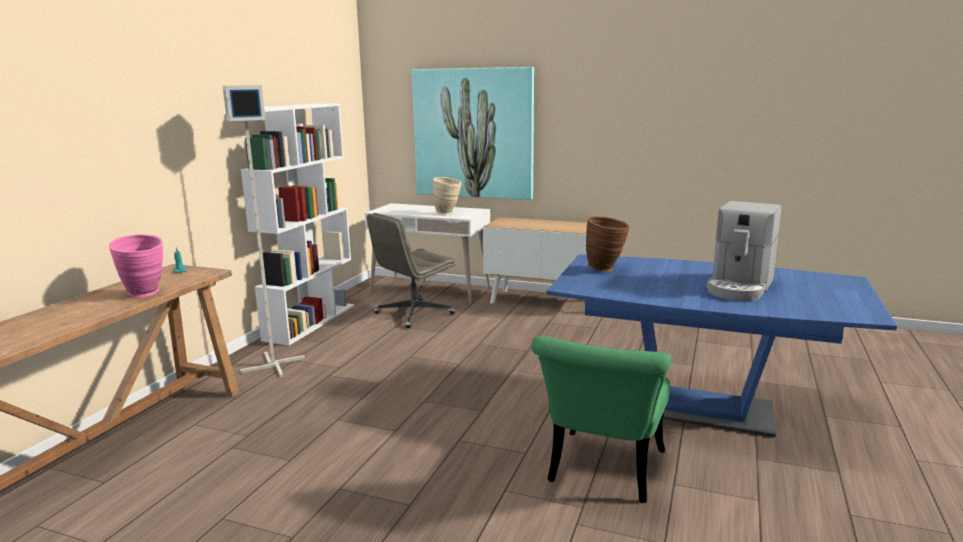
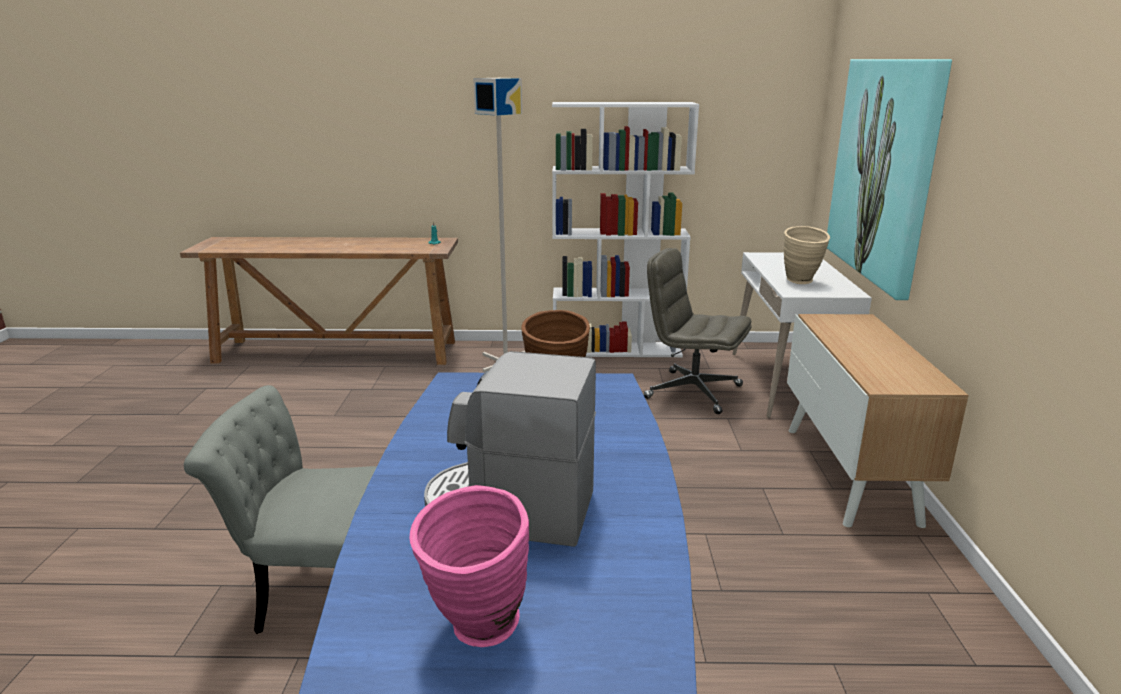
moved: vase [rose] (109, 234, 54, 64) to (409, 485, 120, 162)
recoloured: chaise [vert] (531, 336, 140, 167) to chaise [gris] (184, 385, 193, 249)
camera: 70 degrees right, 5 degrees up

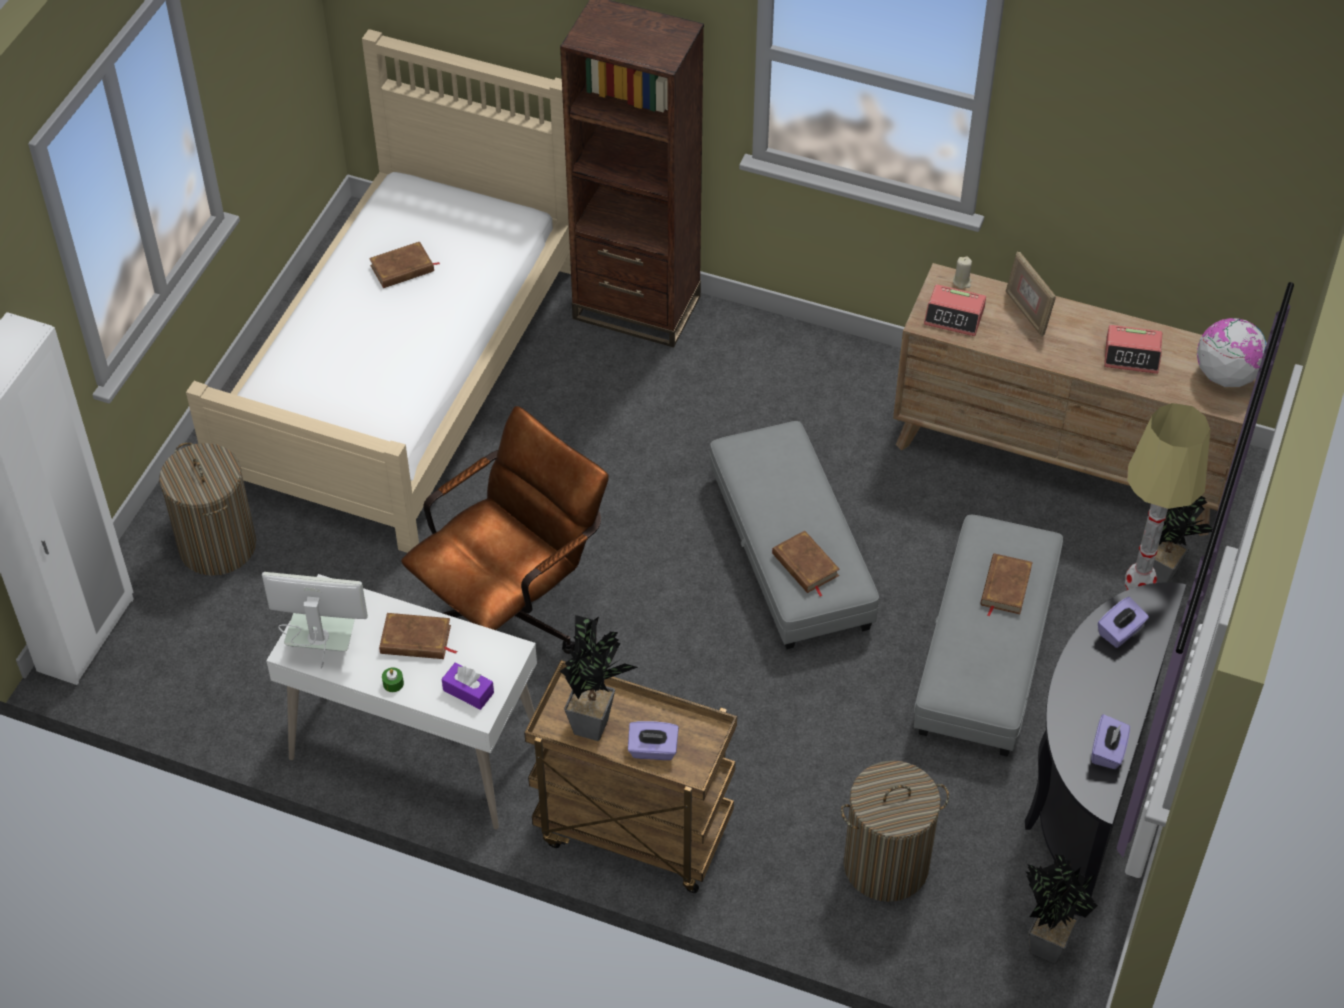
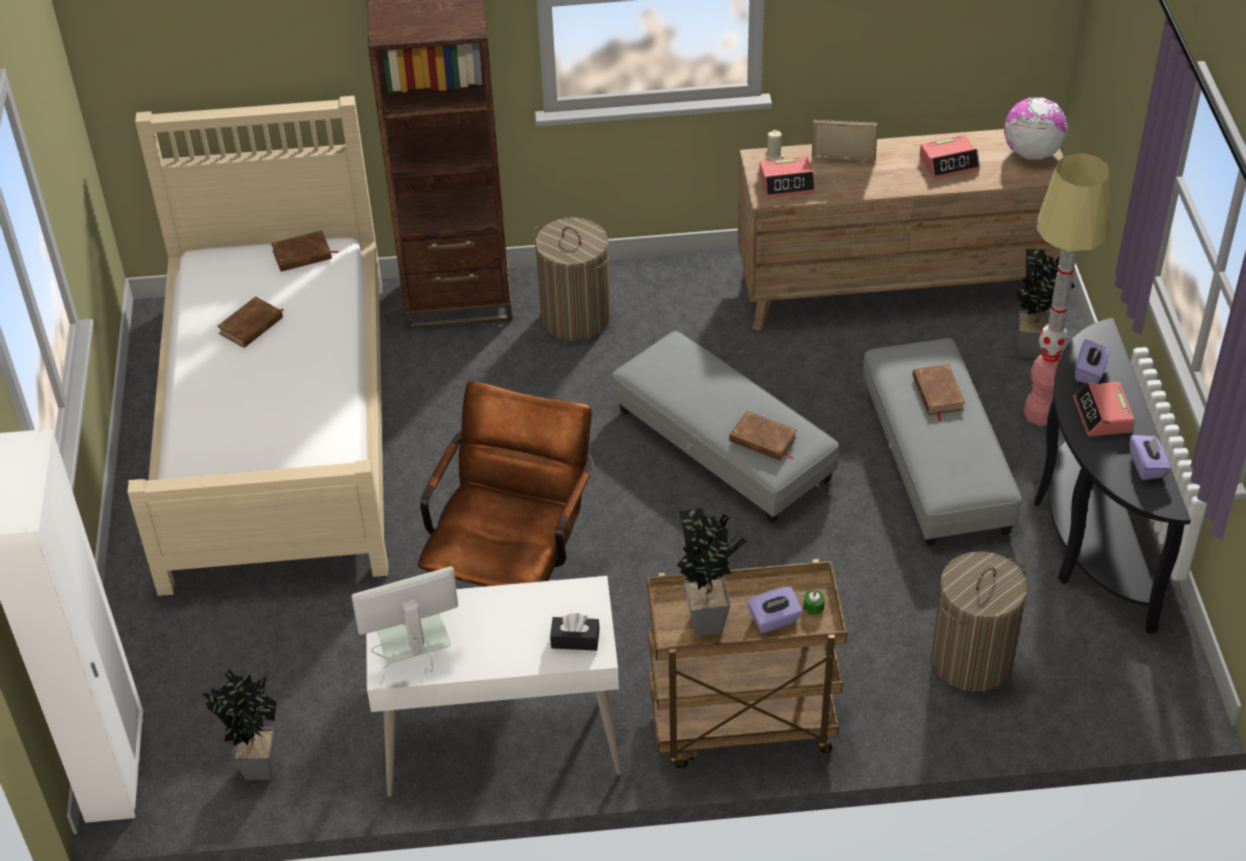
added: réveil (1073, 382, 62, 54)
moved: plante en pot (1026, 855, 72, 109) to (202, 670, 74, 110); livre [marron] (379, 613, 78, 46) to (271, 231, 68, 41); panier à linge (159, 442, 97, 134) to (533, 217, 77, 124); bougie [vert] (382, 667, 22, 25) to (803, 590, 22, 25)
recoloured: boîte à mouchoirs [violet] (442, 662, 52, 48) to boîte à mouchoirs [noir] (550, 613, 50, 38)
turned: cadre photo (1006, 251, 50, 86) = (812, 120, 66, 42) 150 degrees clockwise
camera: 25 degrees left, 5 degrees down

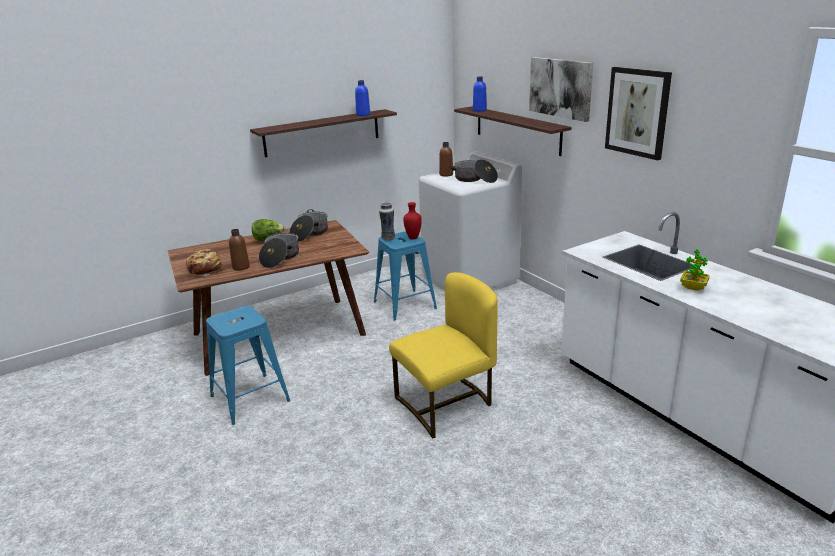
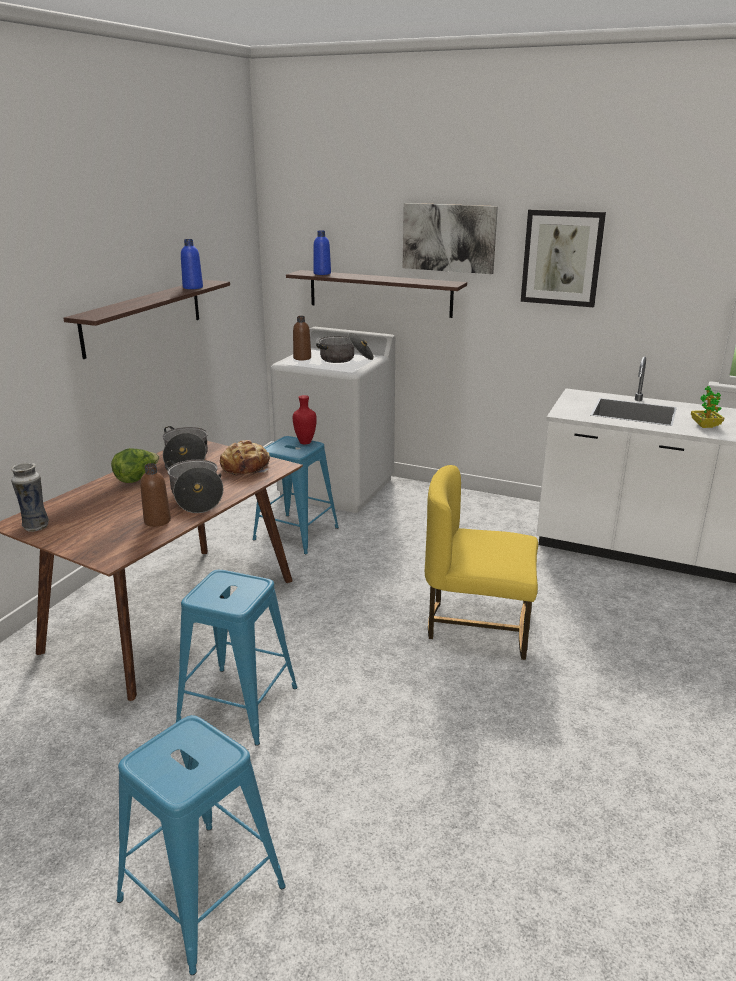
added: tabouret [bleu] (116, 715, 170, 260)
moved: vase (379, 202, 16, 39) to (11, 463, 38, 69); pain (186, 249, 36, 27) to (220, 440, 50, 36)
turned: chaise [jaune] (389, 272, 109, 166) = (425, 465, 113, 195) 105 degrees counterclockwise
camera: 35 degrees left, 0 degrees up

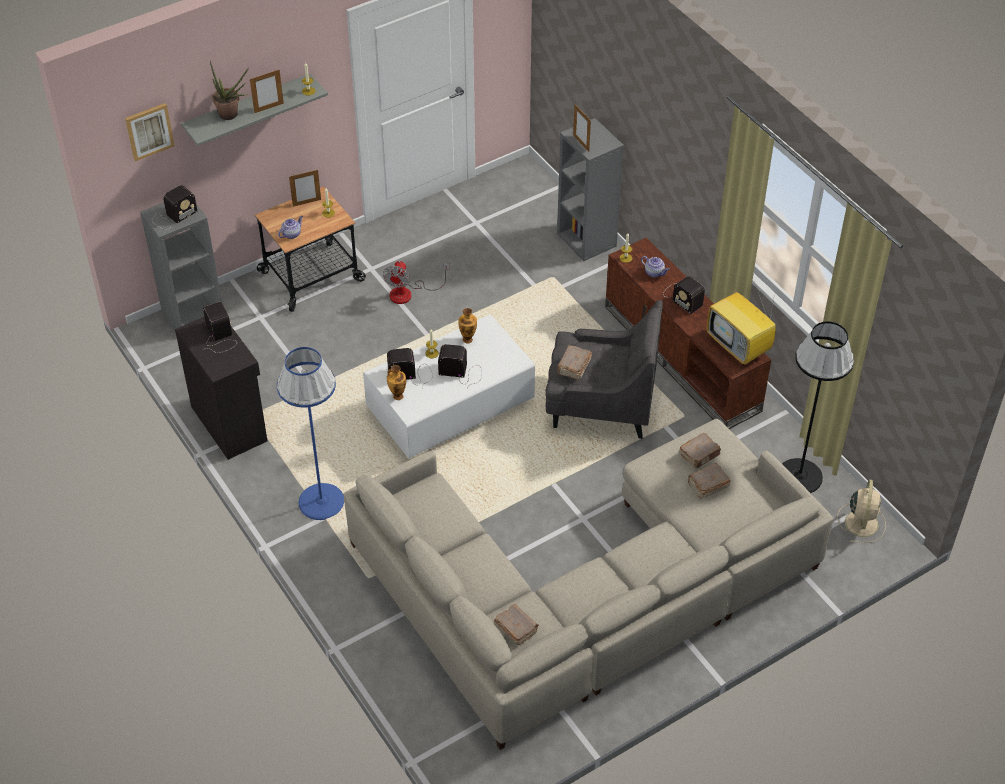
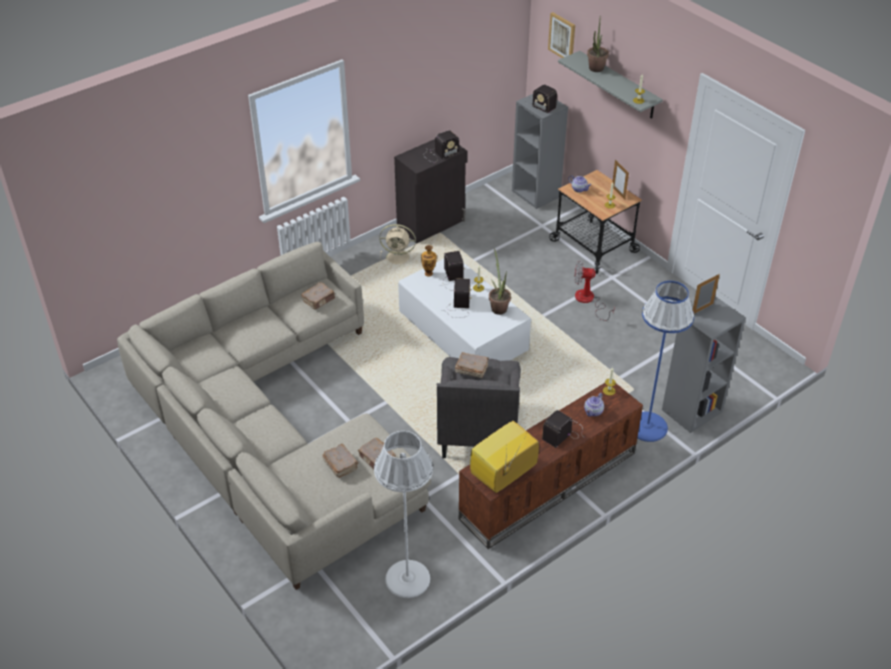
removed: cadre photo (250, 70, 34, 43)
moved: livre [marron] (494, 604, 45, 41) to (301, 282, 34, 27); ventilateur [beige] (837, 479, 49, 64) to (379, 224, 37, 40); lampadaire [bleu] (277, 347, 67, 173) to (637, 281, 57, 161)
replaced: vase (458, 308, 19, 35) to plante en pot (489, 248, 22, 67)
recoloured: lampadaire [noir] (782, 321, 72, 172) to lampadaire [blanc] (374, 431, 59, 167)
camera: 85 degrees right, 5 degrees down

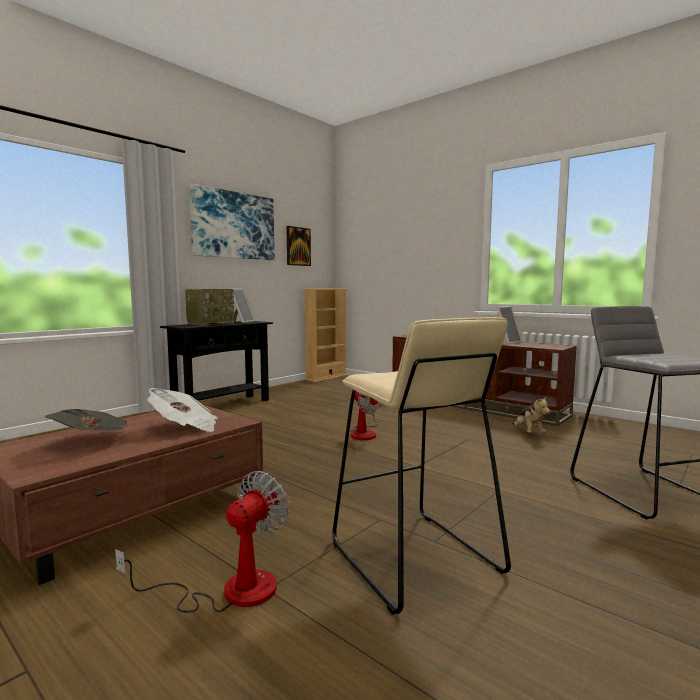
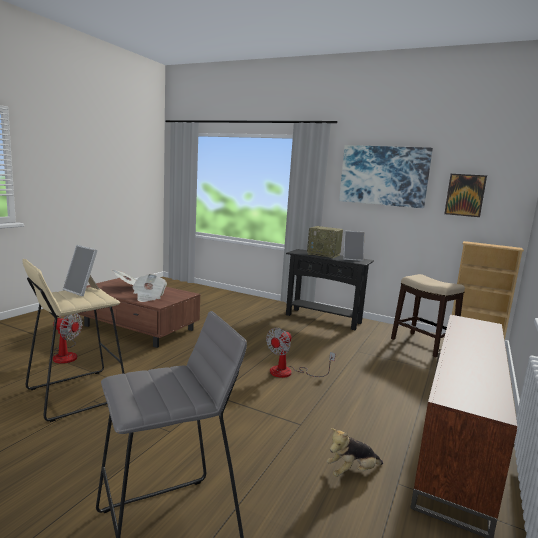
added: tabouret (391, 274, 74, 84)
moved: cadre photo (497, 306, 25, 38) to (63, 245, 37, 51)
camera: 75 degrees right, 5 degrees up

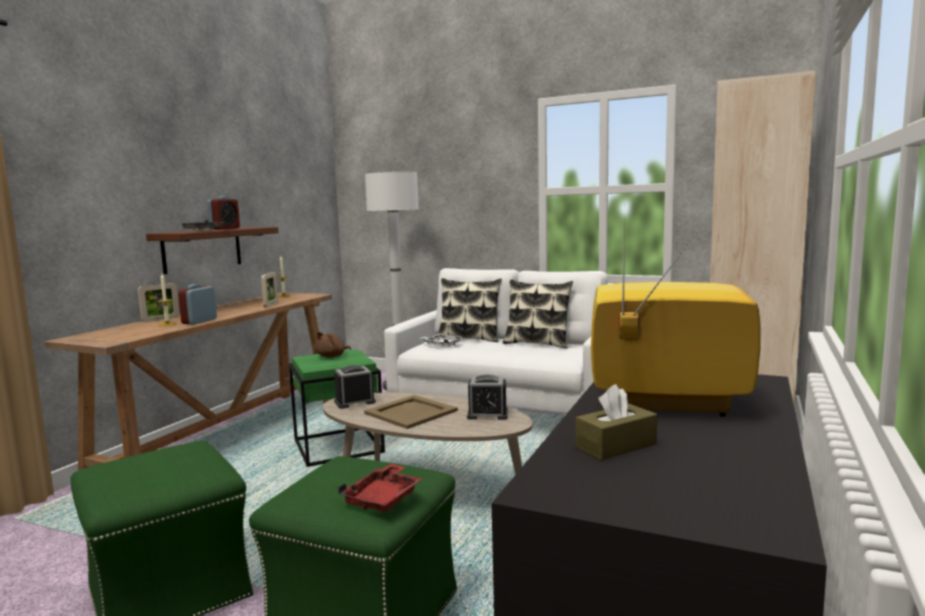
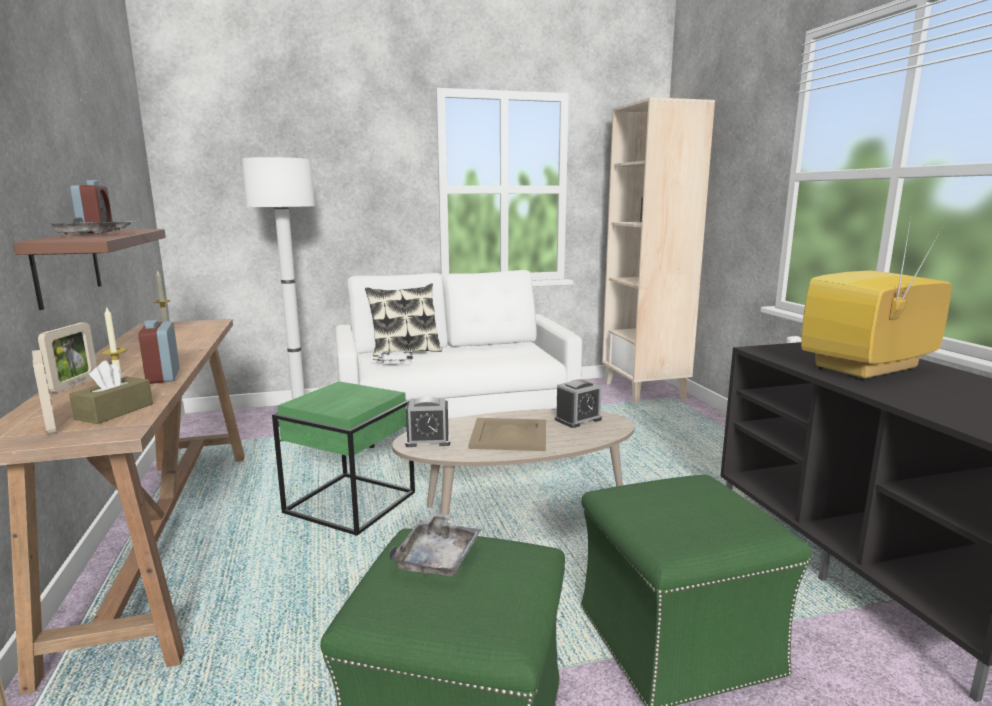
removed: peluche [marron] (315, 332, 36, 25); plateau [rouge] (338, 464, 85, 47); coussin (503, 279, 70, 69)
added: plateau [gris] (389, 512, 93, 64)
moved: cadre photo (261, 272, 17, 35) to (32, 350, 25, 84); boîte à mouchoirs [marron] (575, 384, 82, 76) to (69, 360, 84, 64)
turned: réveil (334, 365, 42, 44) = (405, 396, 45, 51) 120 degrees counterclockwise
camera: 40 degrees left, 5 degrees up

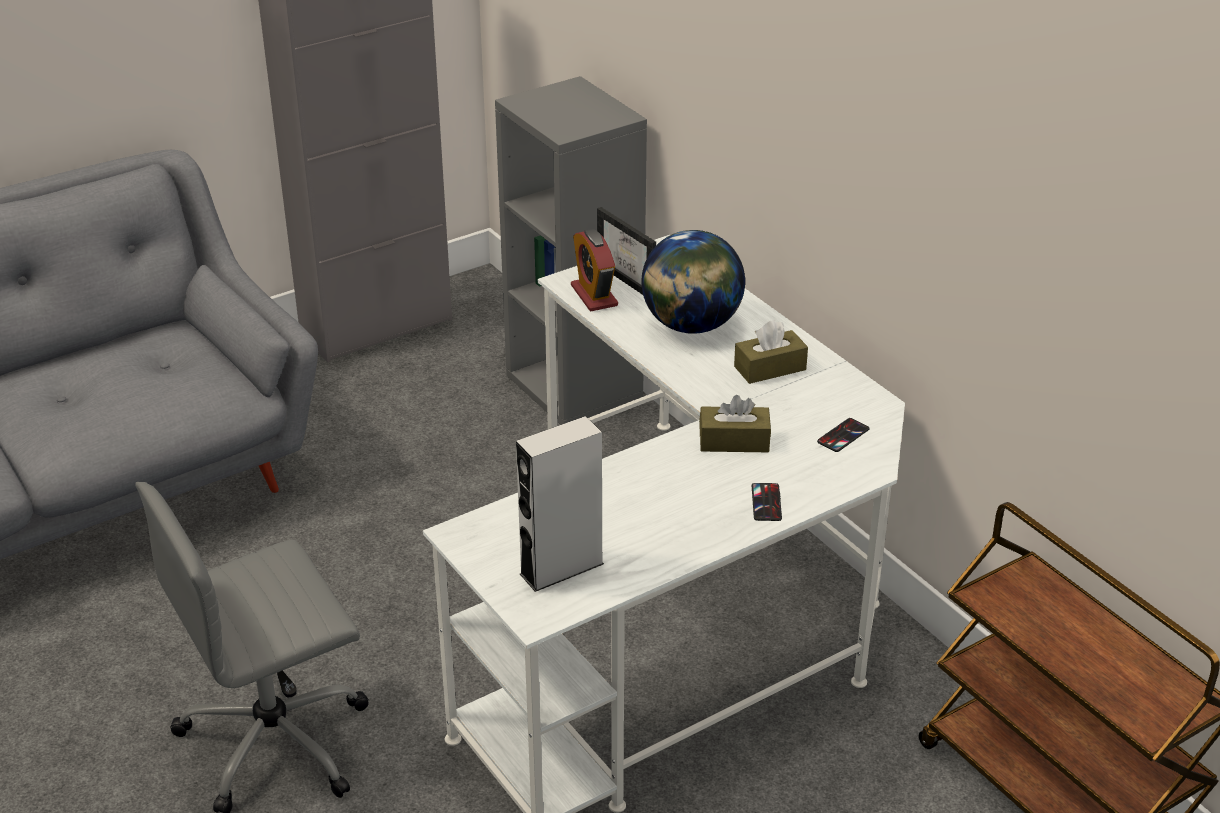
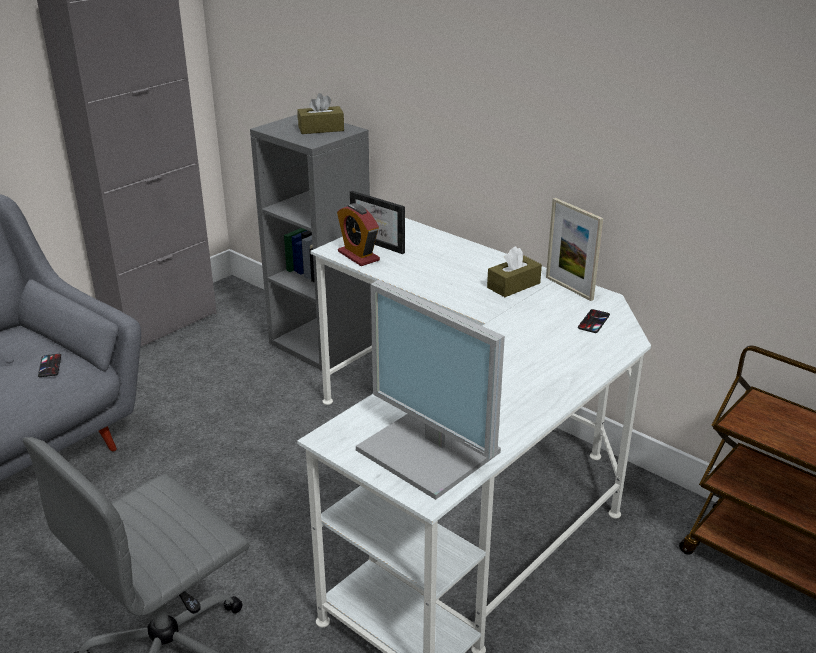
removed: globe (641, 230, 104, 104)
added: cadre photo (546, 198, 57, 103)
moved: téléphone (752, 483, 30, 38) to (38, 354, 23, 23); boîte à mouchoirs [marron] (699, 395, 72, 57) to (297, 93, 47, 41)
replaced: enceinte [gris] (516, 416, 88, 176) to écran d'ordinateur (356, 280, 149, 220)
camera: 15 degrees left, 5 degrees down

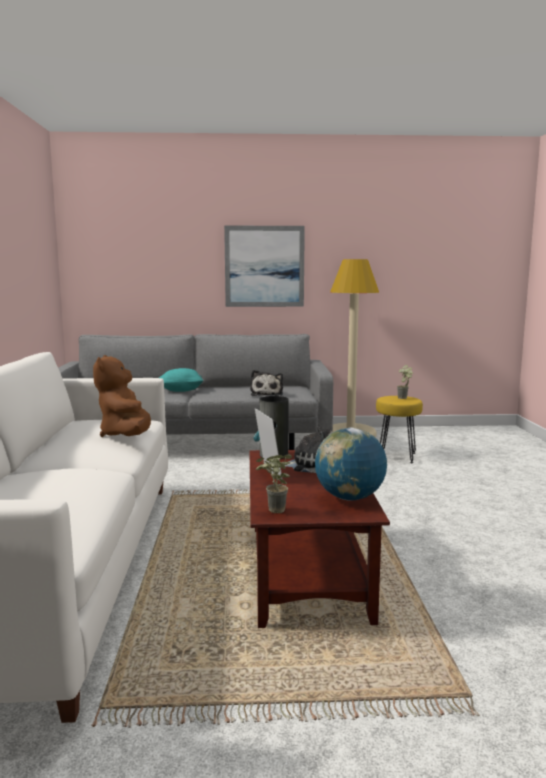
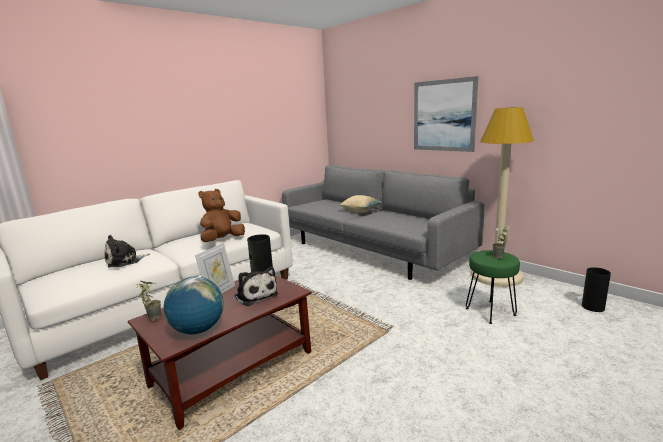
added: vase (582, 267, 29, 45)
moved: peluche (250, 370, 33, 26) to (104, 235, 46, 33)
recoloured: coussin [turquoise] (159, 368, 45, 24) to coussin [beige] (340, 195, 41, 18); tabouret [jaune] (376, 396, 47, 67) to tabouret [vert] (466, 250, 54, 74)
camera: 50 degrees right, 5 degrees up

